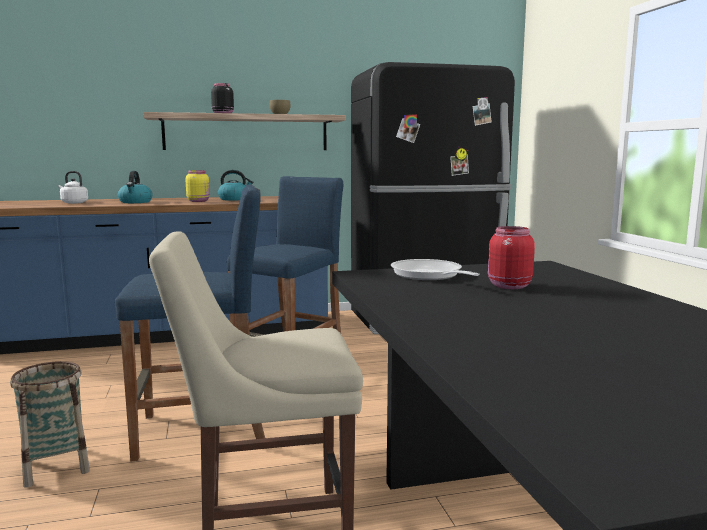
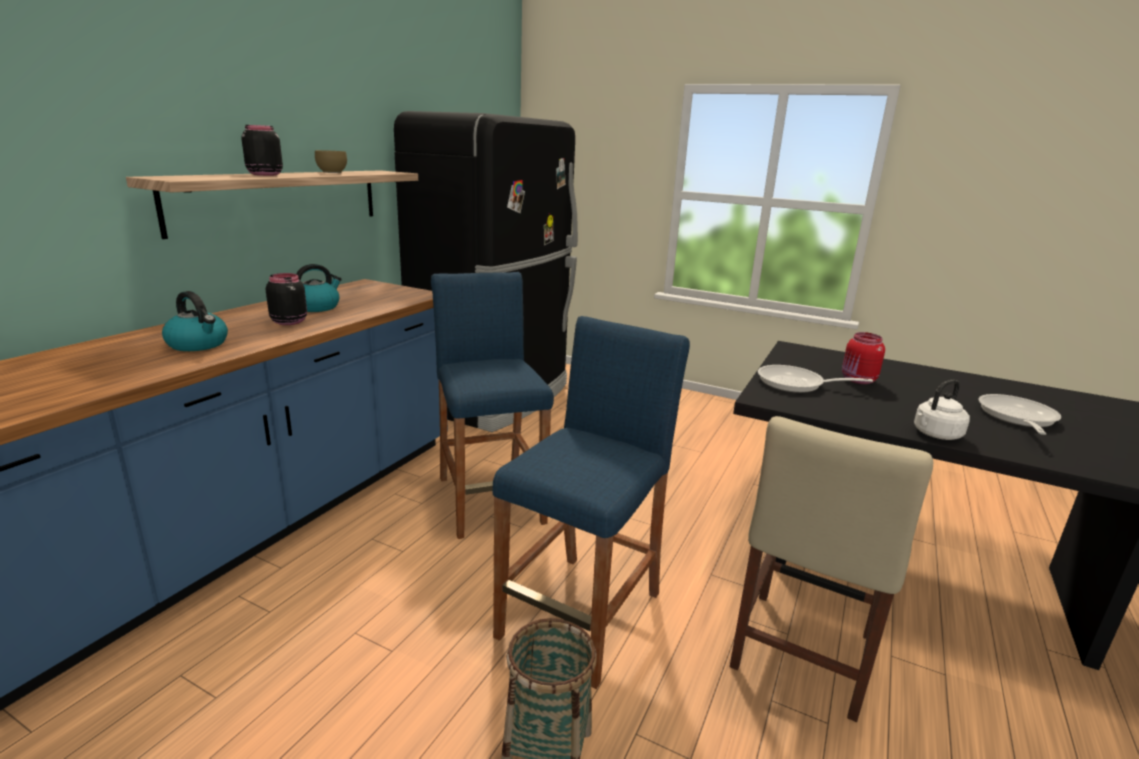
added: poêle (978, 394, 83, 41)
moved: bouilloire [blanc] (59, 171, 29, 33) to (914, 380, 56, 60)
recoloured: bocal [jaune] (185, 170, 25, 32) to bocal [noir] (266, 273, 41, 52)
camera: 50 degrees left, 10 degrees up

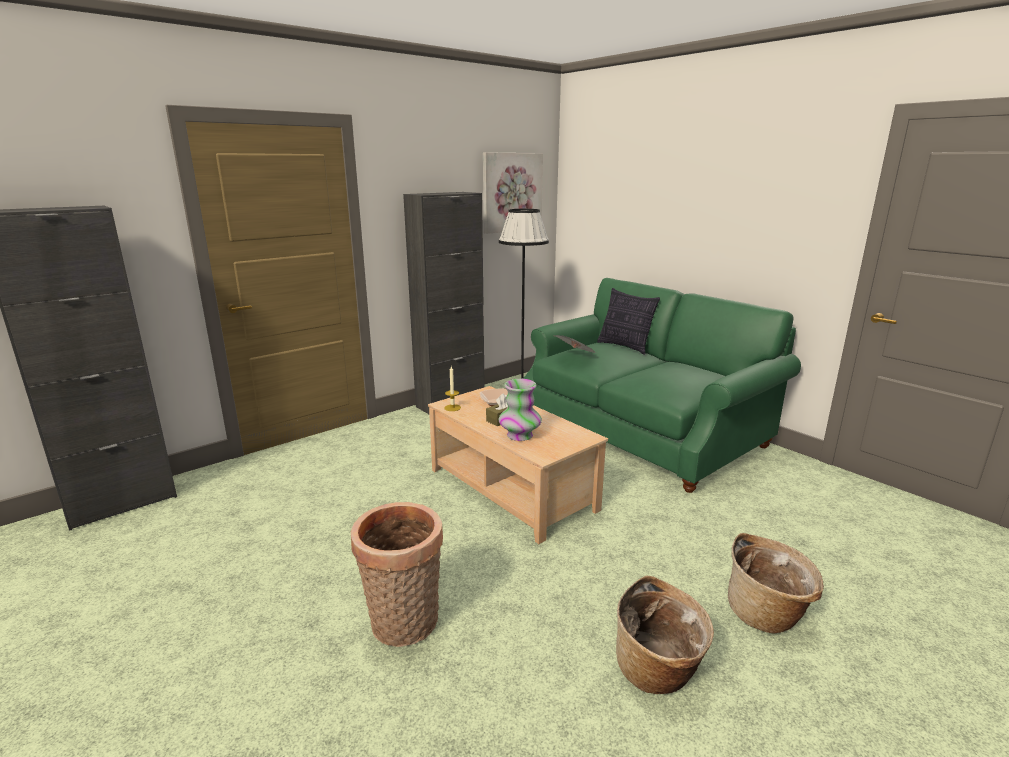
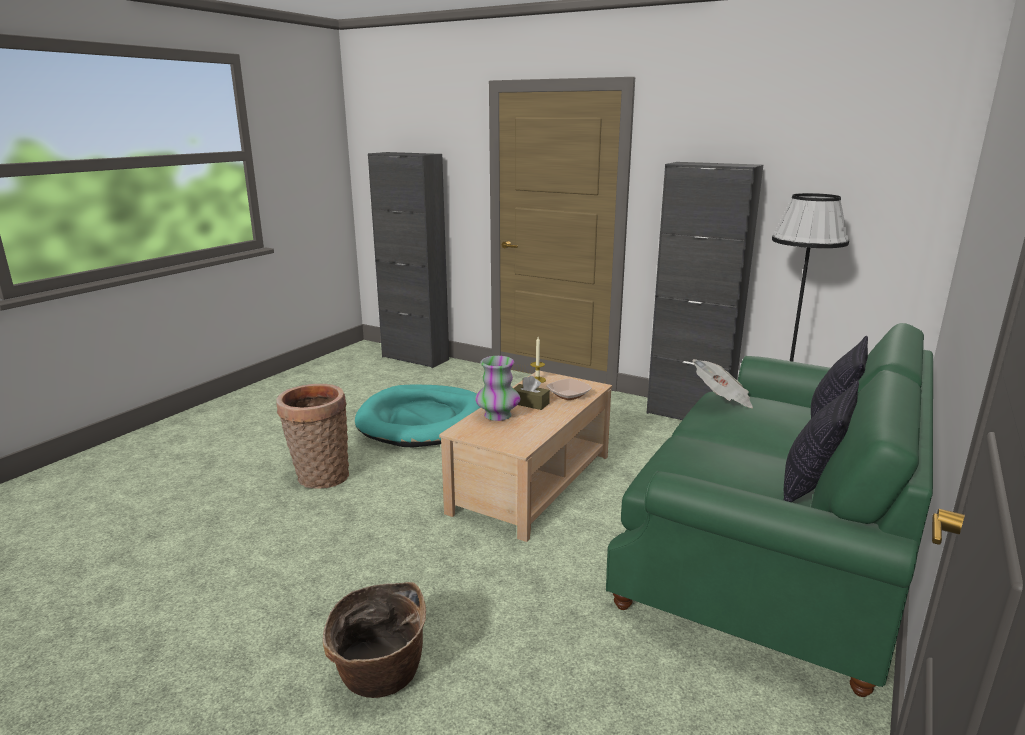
removed: tableau (483, 152, 60, 82); panier (616, 576, 98, 118)
added: panier pour chien [turquoise] (355, 385, 126, 62); coussin (784, 381, 75, 121)
camera: 70 degrees right, 0 degrees up

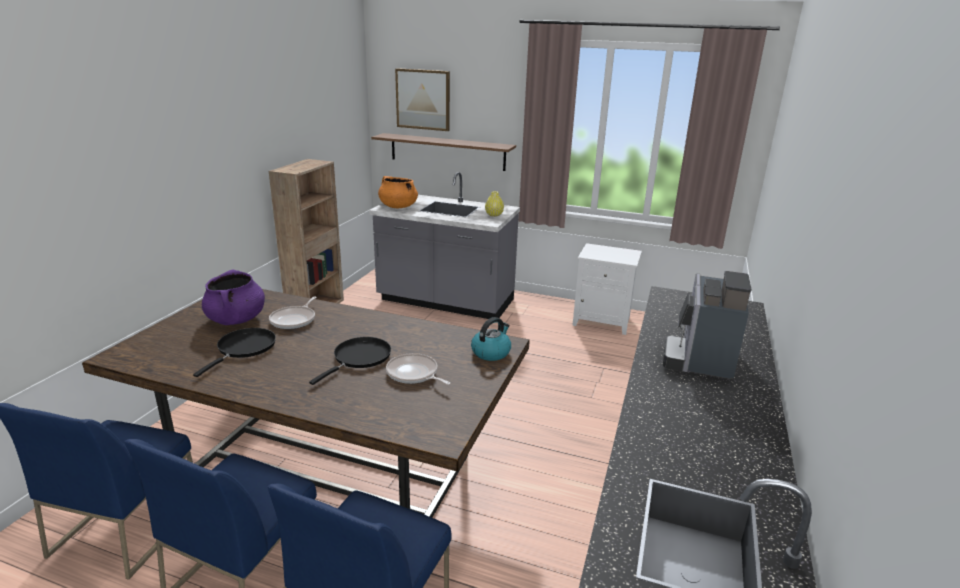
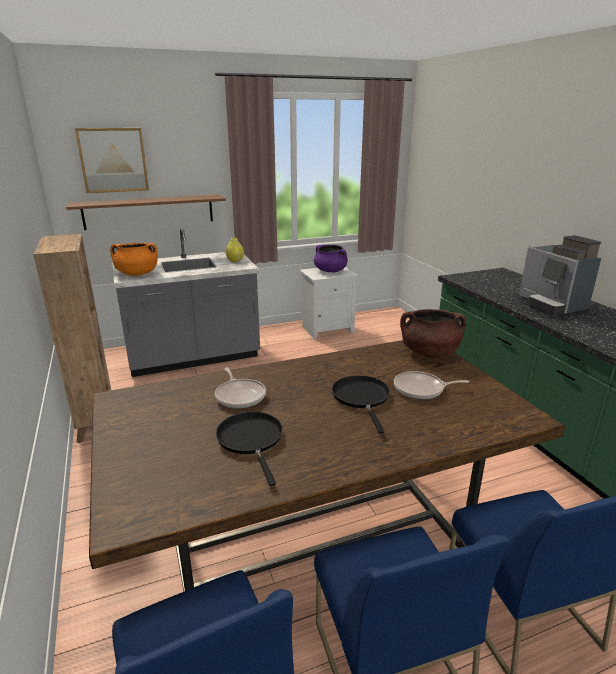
moved: marmite [violet] (202, 270, 63, 55) to (314, 245, 34, 27)
replaced: bouilloire (471, 317, 40, 44) to marmite [marron] (400, 309, 66, 49)
camera: 40 degrees left, 0 degrees up

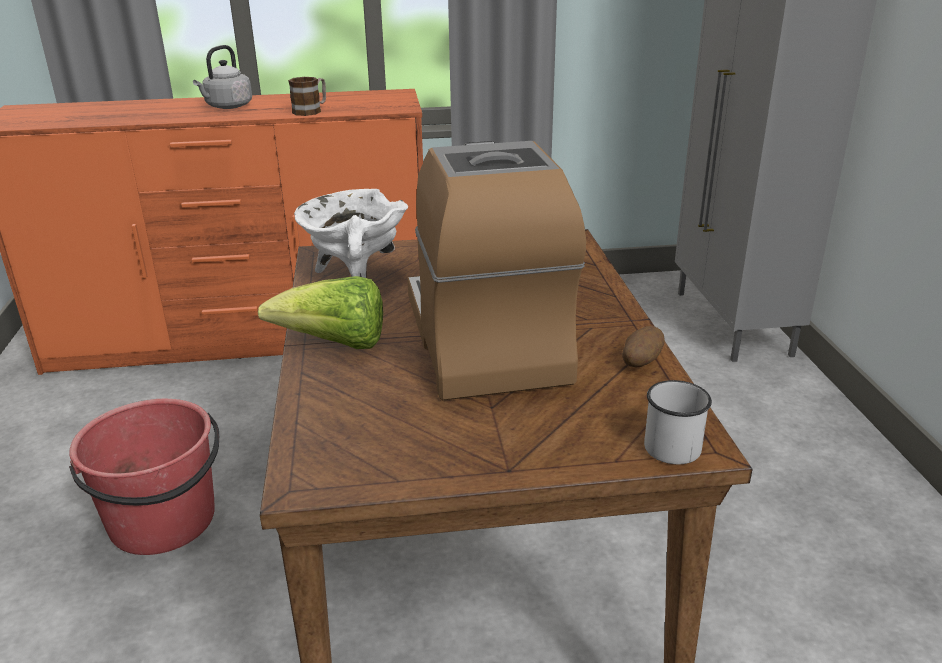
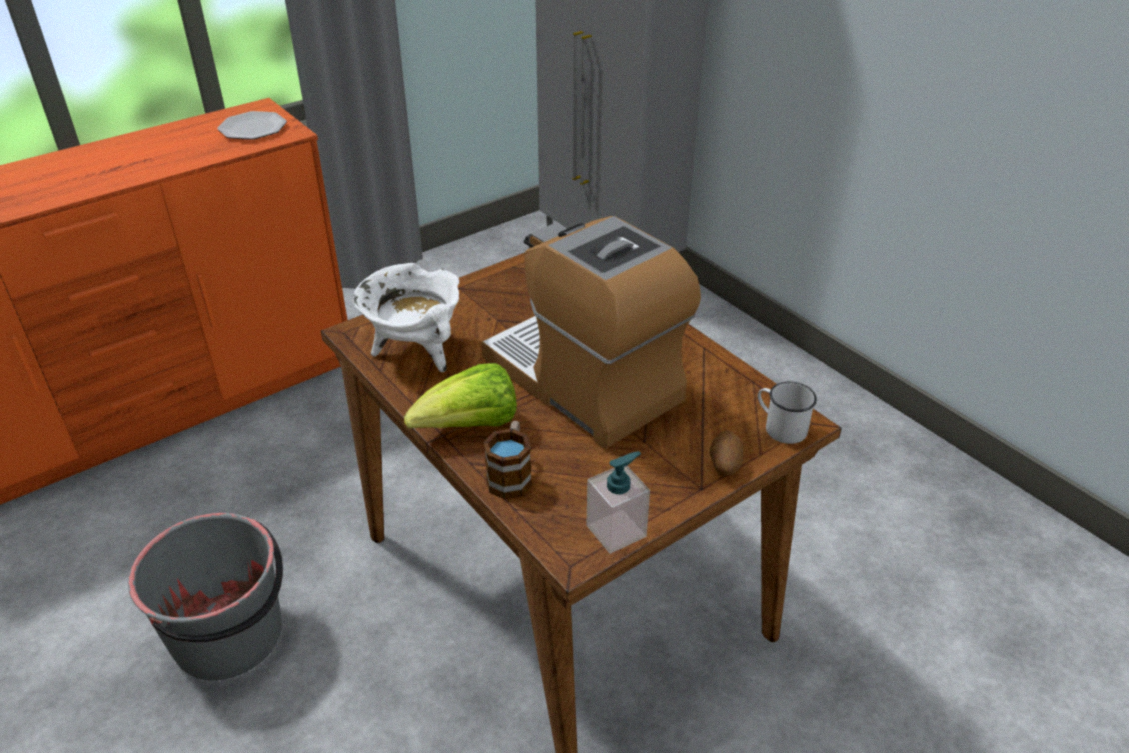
removed: bouilloire [gris] (193, 45, 59, 64)
added: assiette (217, 111, 70, 29); distributeur de savon (587, 451, 63, 103)
moved: mug (288, 77, 38, 39) to (484, 421, 48, 78); pomme de terre (622, 326, 43, 41) to (709, 431, 34, 45)
recoloured: seau [rouge] (69, 399, 150, 156) to seau [gris] (128, 513, 155, 167)
camera: 30 degrees left, 10 degrees up

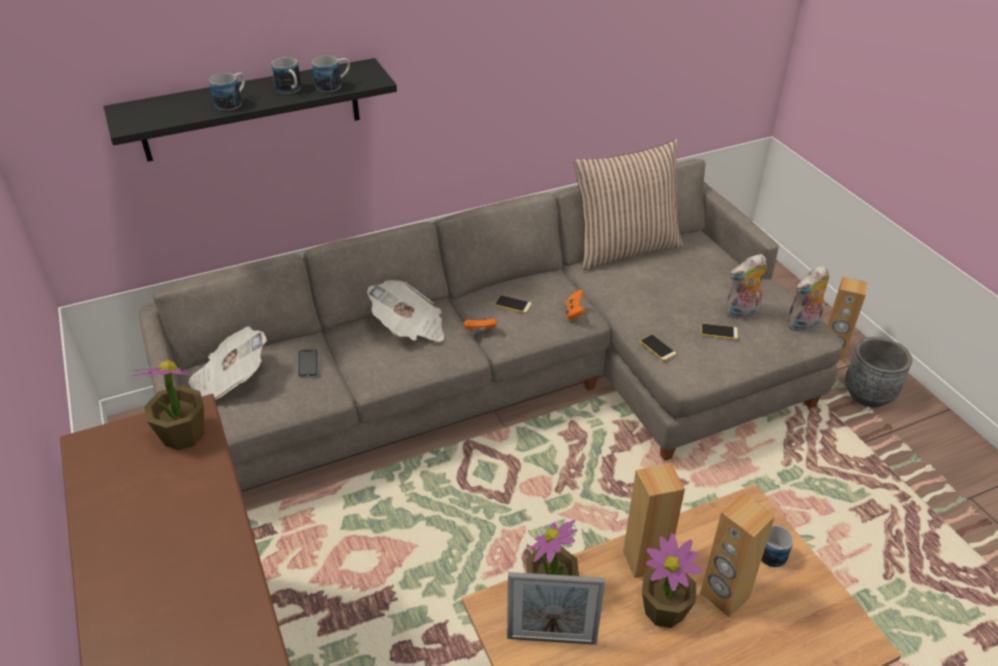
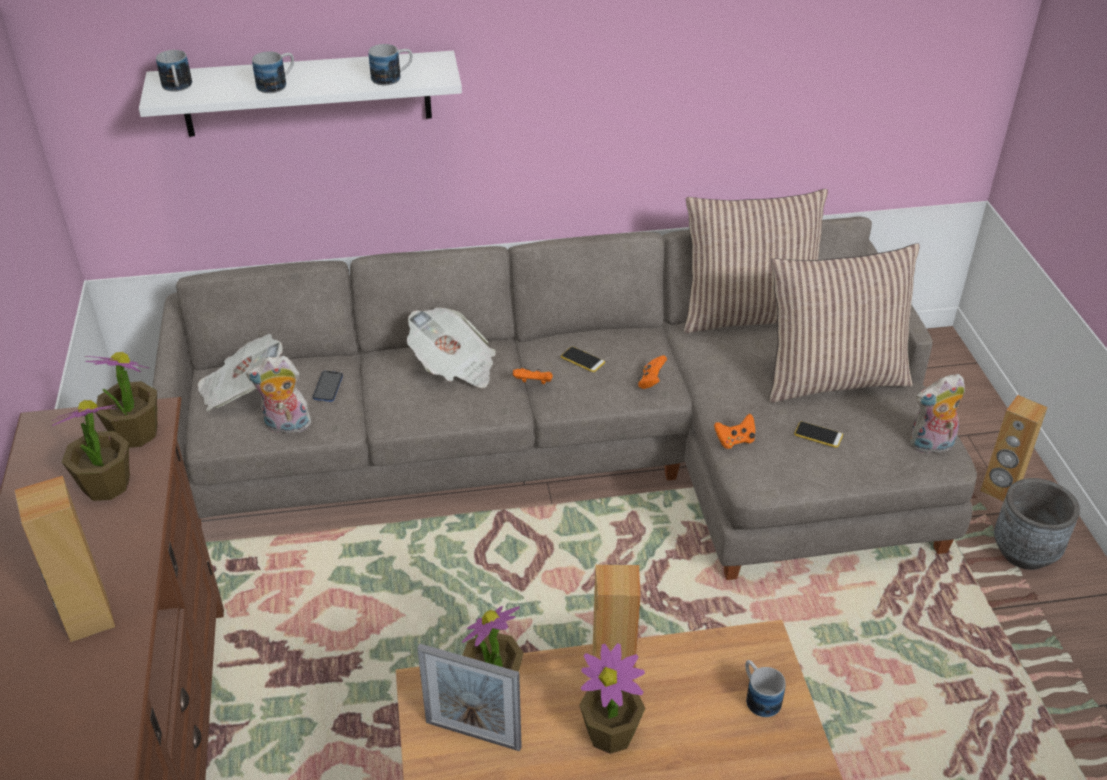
added: plante en pot (52, 400, 78, 101); coussin (769, 244, 151, 159)
moved: enceinte [marron] (700, 493, 75, 124) to (15, 476, 100, 166); mug (271, 57, 31, 37) to (156, 50, 36, 42); peluche (726, 254, 41, 66) to (246, 355, 68, 79)
replaced: téléphone (640, 334, 37, 27) to manette [orange] (714, 414, 41, 35)
recoloured: étagère [noir] (103, 58, 294, 104) to étagère [blanc] (139, 51, 323, 86)
camera: 15 degrees right, 0 degrees up

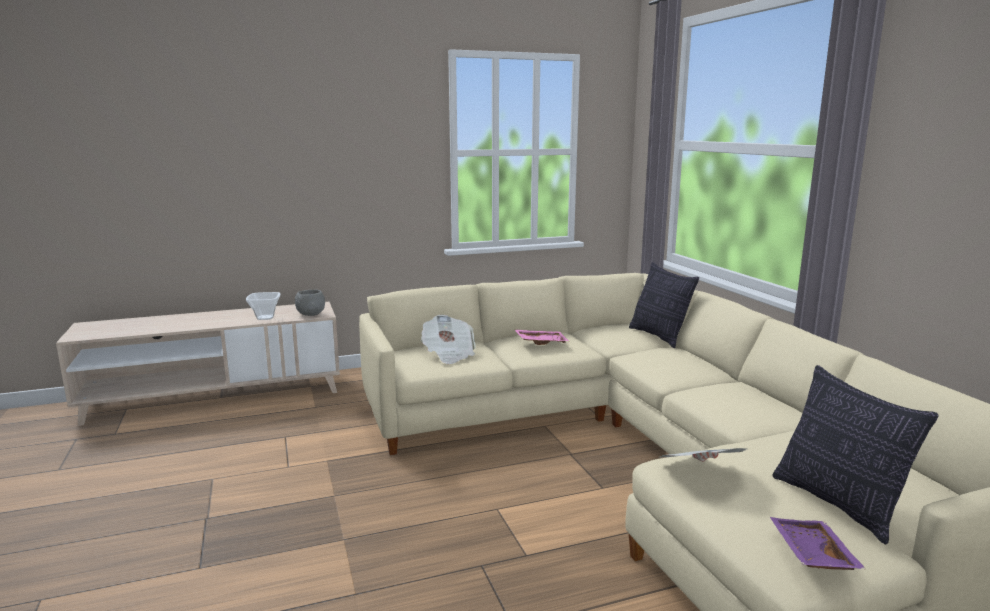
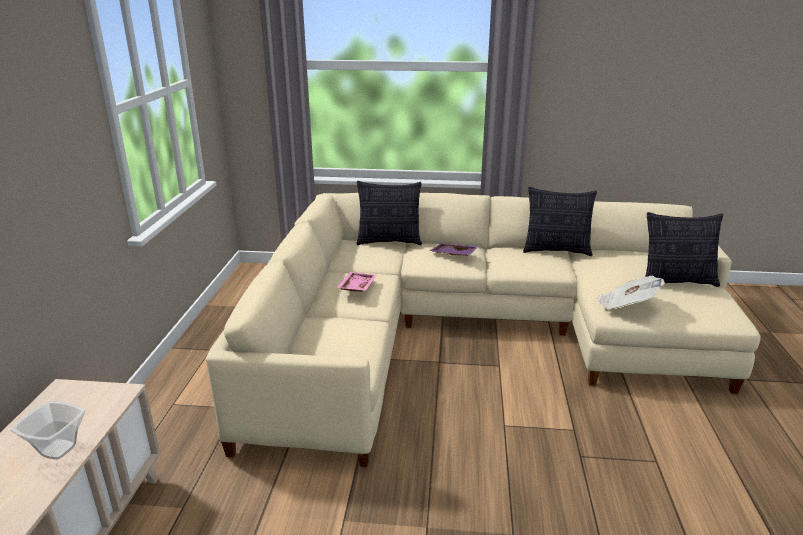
removed: bol [gris] (295, 290, 30, 26); journal (421, 315, 54, 49)
added: coussin (523, 187, 74, 69)
moved: plateau [violet] (770, 517, 96, 53) to (429, 243, 50, 13)
camera: 65 degrees left, 10 degrees up

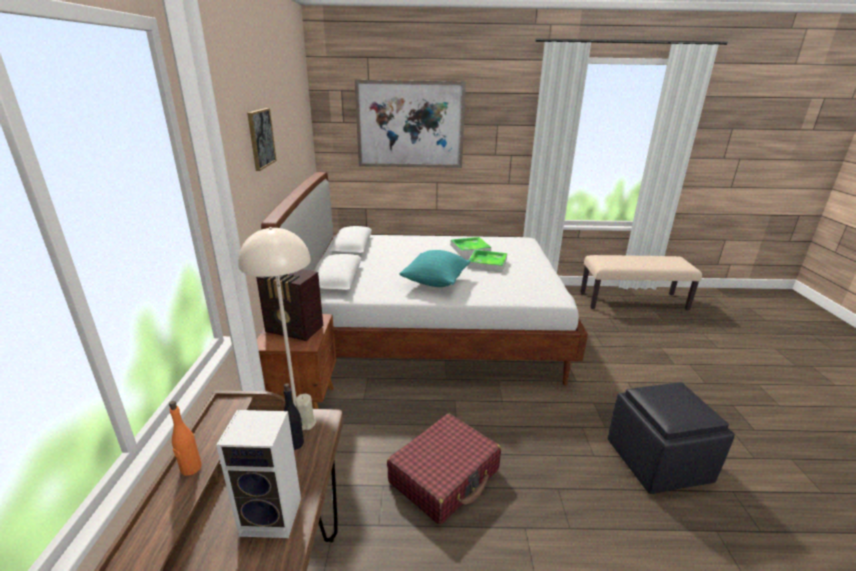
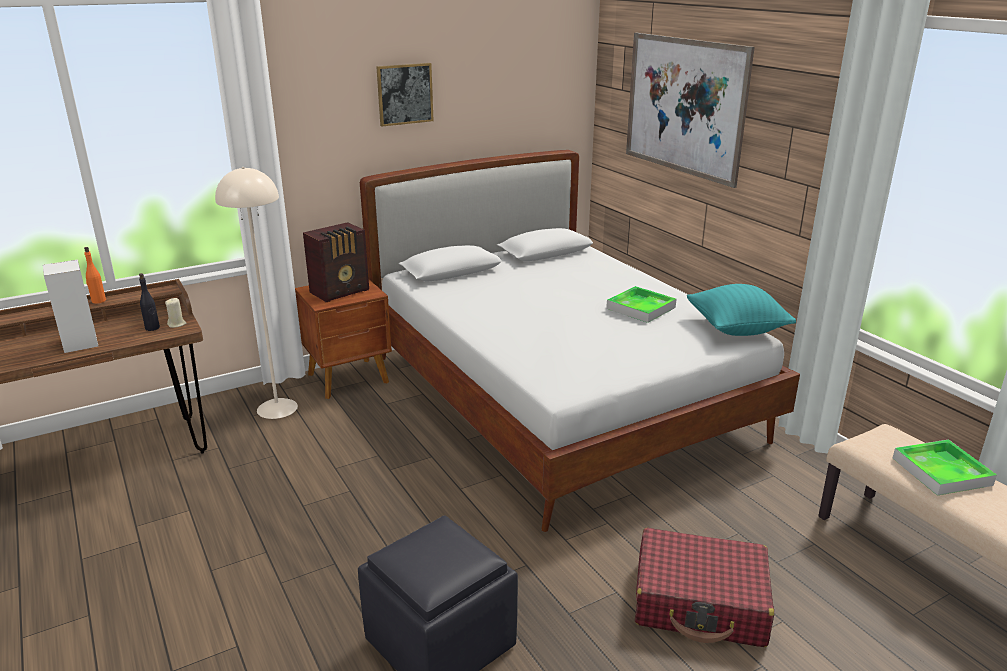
moved: valise [rouge] (387, 414, 114, 111) to (635, 528, 139, 119); coussin [turquoise] (399, 250, 71, 37) to (687, 284, 109, 52); plateau (468, 250, 39, 22) to (893, 439, 104, 57)
turned: radio (256, 269, 67, 72) = (303, 222, 66, 80) 120 degrees counterclockwise
camera: 60 degrees right, 0 degrees up

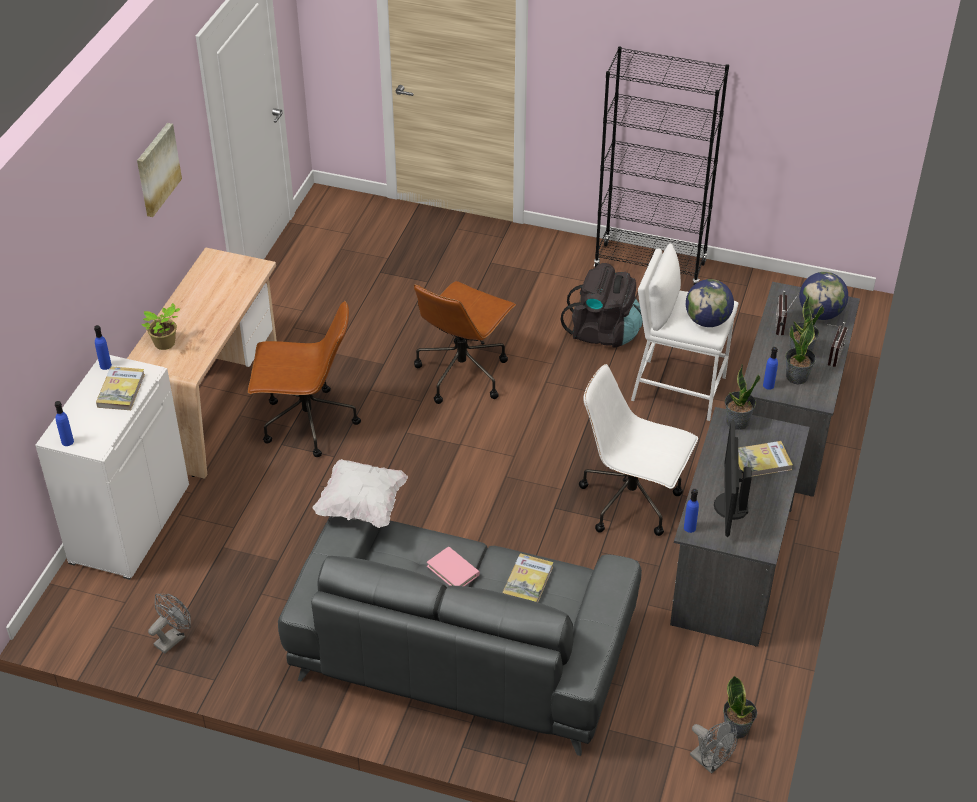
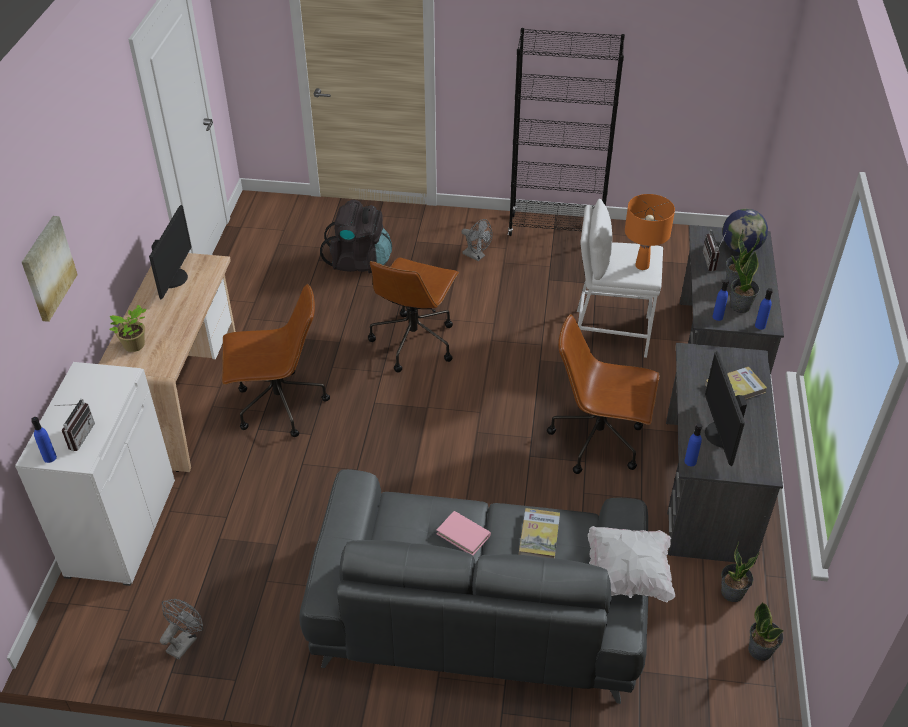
removed: livre (96, 366, 49, 44)
added: écran d'ordinateur (149, 205, 43, 94)
moved: tableau (137, 123, 45, 94) to (22, 216, 56, 106); radio (827, 322, 21, 45) to (54, 399, 41, 52); sac à dos [noir] (561, 263, 82, 85) to (320, 200, 72, 73); ventilateur [gris] (690, 721, 48, 53) to (461, 219, 31, 42); coussin [blanc] (313, 459, 95, 69) to (588, 526, 87, 76); plante en pot (725, 364, 36, 66) to (721, 541, 38, 61); bouteille [bleu] (94, 325, 18, 45) to (755, 288, 18, 42)
replaced: globe (686, 279, 48, 48) to lampe de table [orange] (625, 194, 50, 76)
recoloured: chaise de bureau [blanc] (579, 364, 119, 172) to chaise de bureau [marron] (547, 314, 112, 160)
camera: 10 degrees left, 0 degrees up

